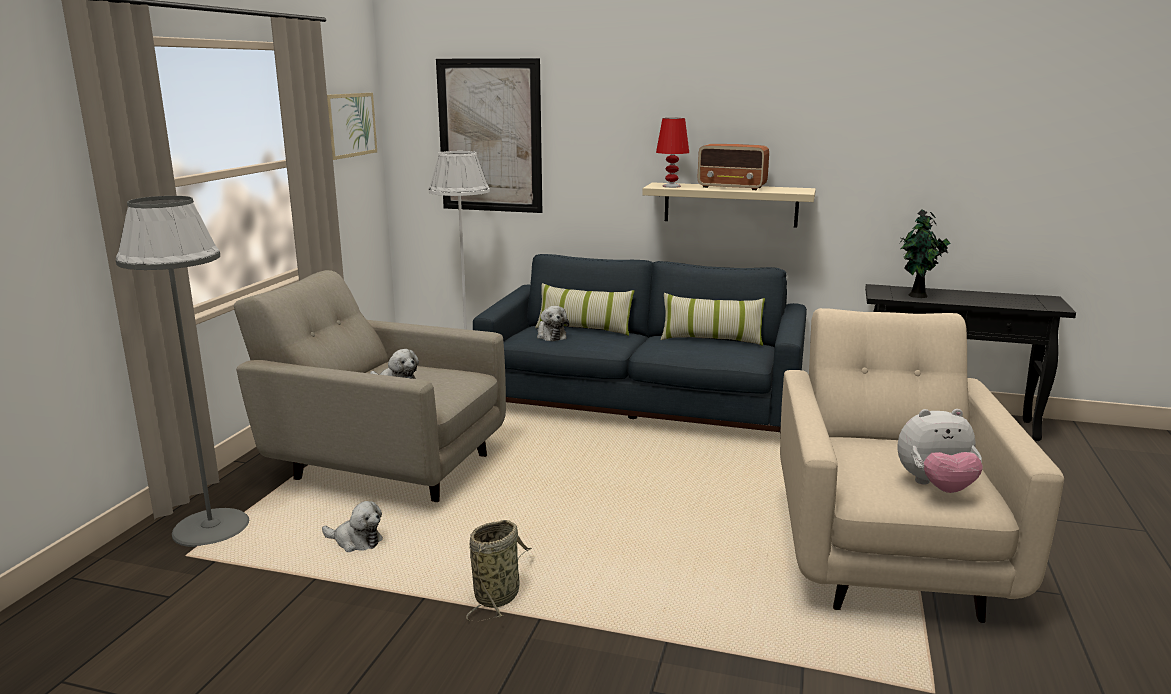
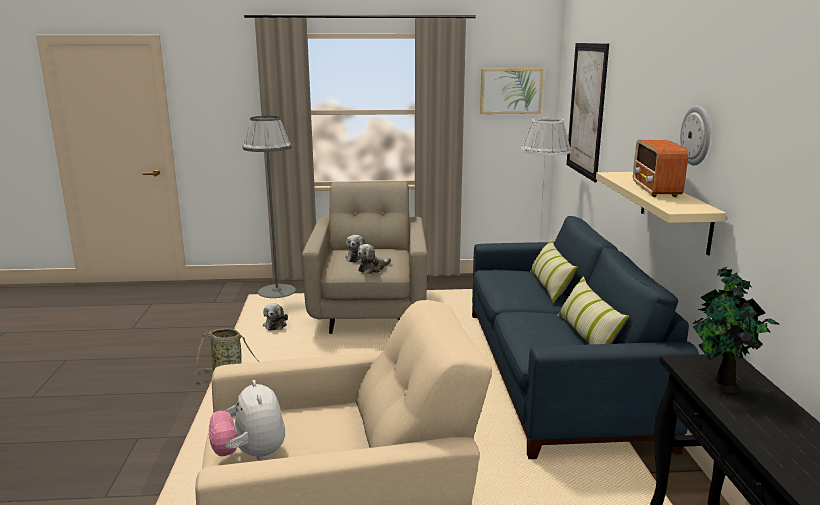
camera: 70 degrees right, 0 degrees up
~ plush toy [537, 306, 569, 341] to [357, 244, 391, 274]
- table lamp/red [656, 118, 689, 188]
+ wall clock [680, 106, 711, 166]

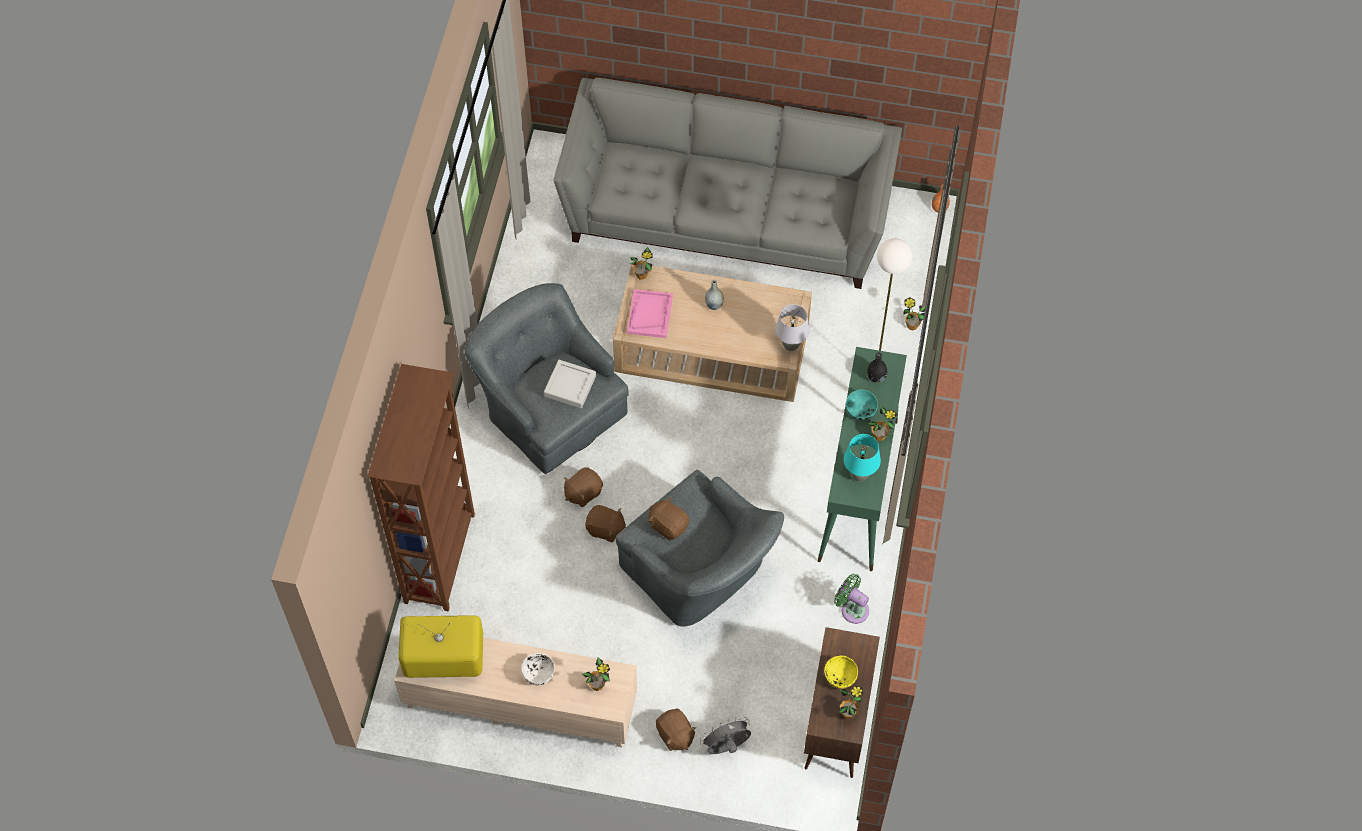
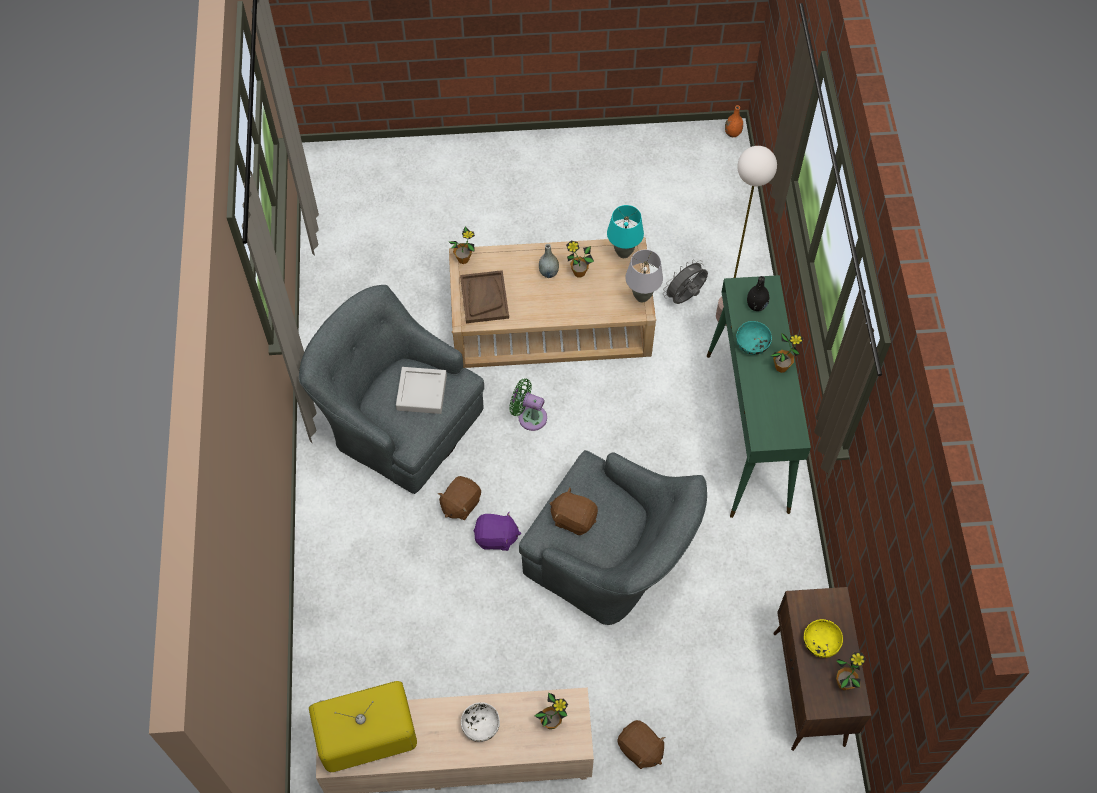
camera: 15 degrees left, 0 degrees up
- bookcase/brown [367, 364, 475, 612]
- sofa/grey [554, 78, 902, 289]
~ plush toy/brown [585, 505, 626, 542] to plush toy/purple [474, 511, 521, 551]
~ tray/pink [627, 289, 673, 338] to tray/brown [460, 270, 509, 323]
~ fan/grey [700, 717, 751, 754] to [663, 259, 708, 304]
~ fan/green [834, 574, 869, 624] to [509, 379, 547, 431]
~ table lamp/turquoise [844, 434, 881, 482] to [607, 205, 644, 258]
~ potted plant [903, 297, 926, 330] to [566, 240, 594, 278]

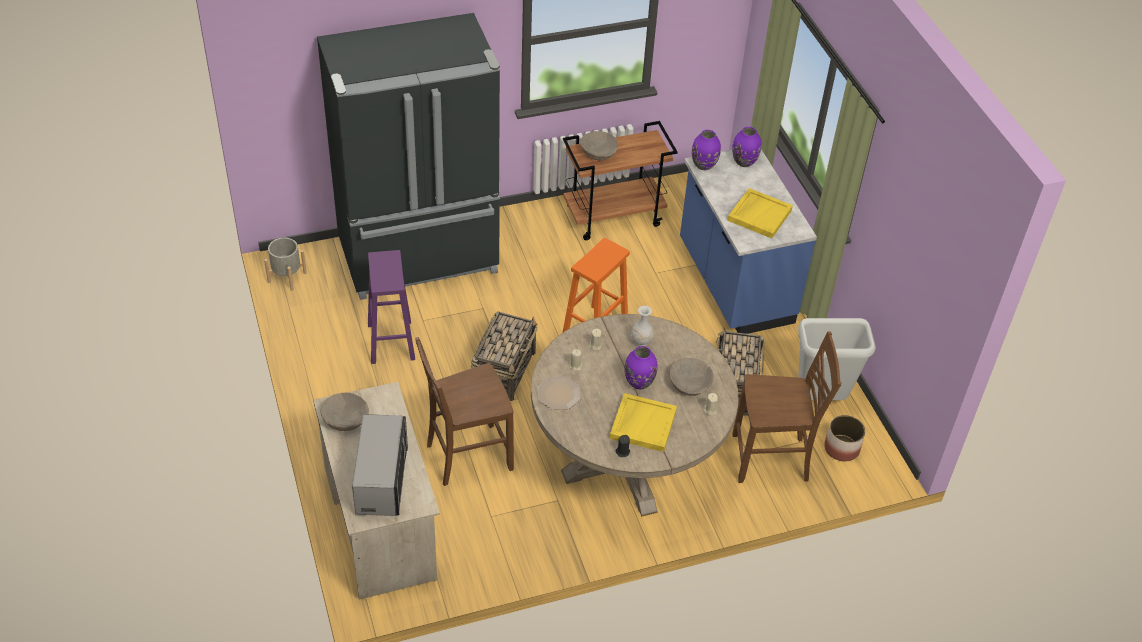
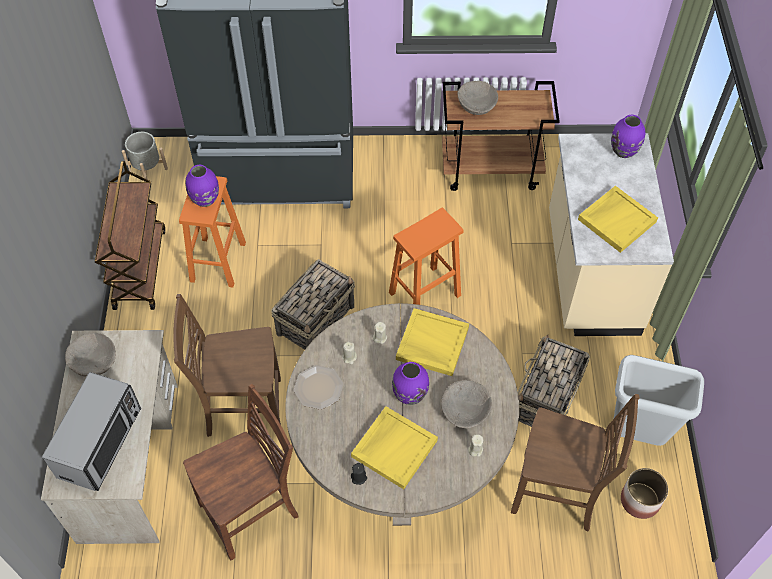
camera: 20 degrees right, 10 degrees up
~ stool/purple [368, 250, 415, 364] to stool/orange [179, 176, 246, 288]
~ vase/white [631, 306, 654, 346] to tray/yellow [396, 308, 469, 376]
~ counter/blue [680, 149, 817, 334] to counter/beige [549, 133, 674, 336]
~ vase/purple [692, 130, 721, 170] to [185, 165, 219, 207]
+ cart/brown [95, 161, 165, 310]
+ chair/brown [183, 384, 299, 560]

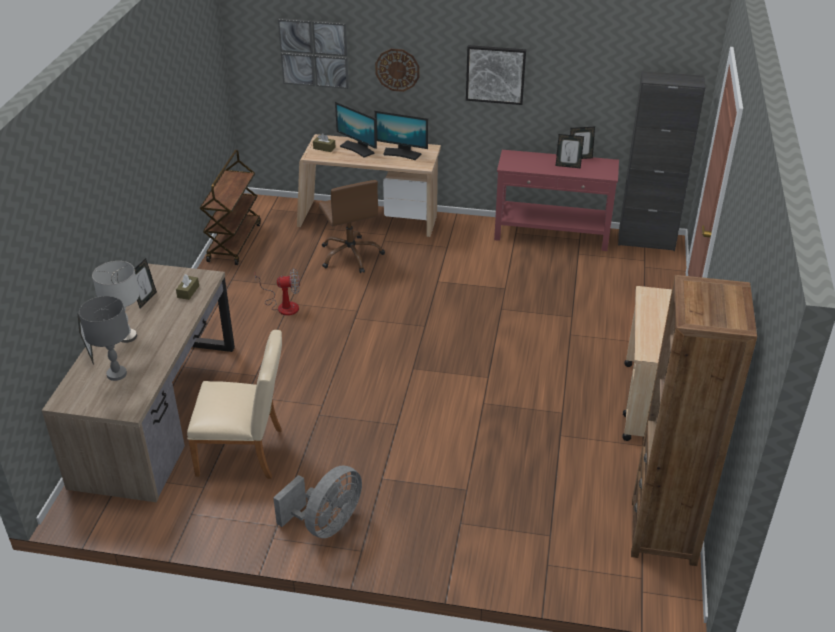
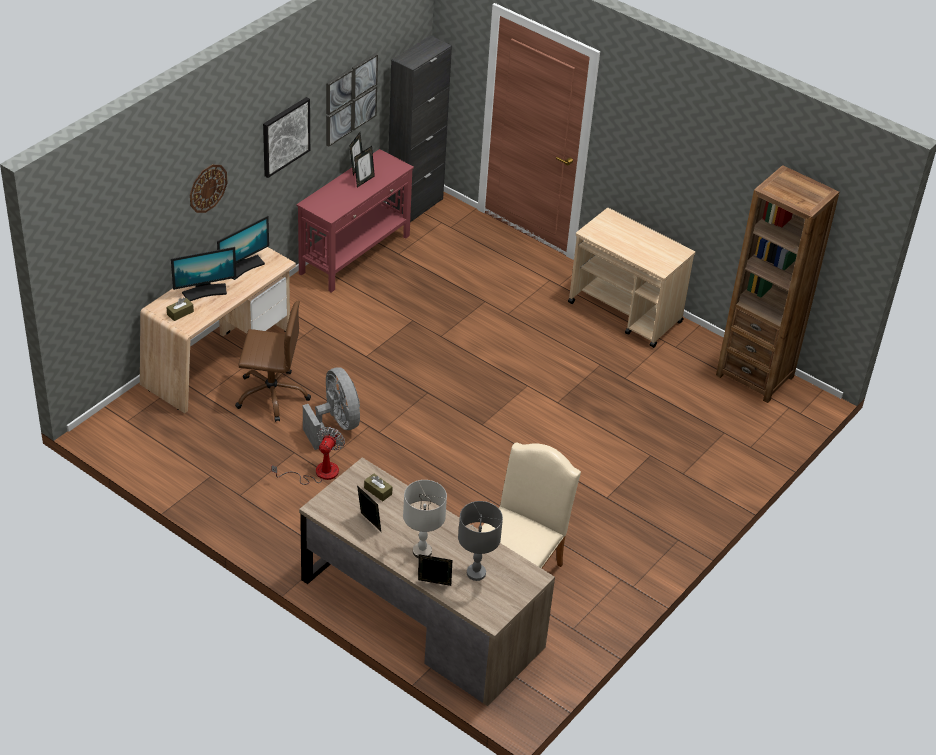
camera: 65 degrees left, 5 degrees up
- cart/brown [200, 150, 261, 265]
~ fan/grey [273, 465, 362, 538] to [303, 367, 360, 450]
~ picture [278, 18, 349, 89] to [326, 53, 378, 147]

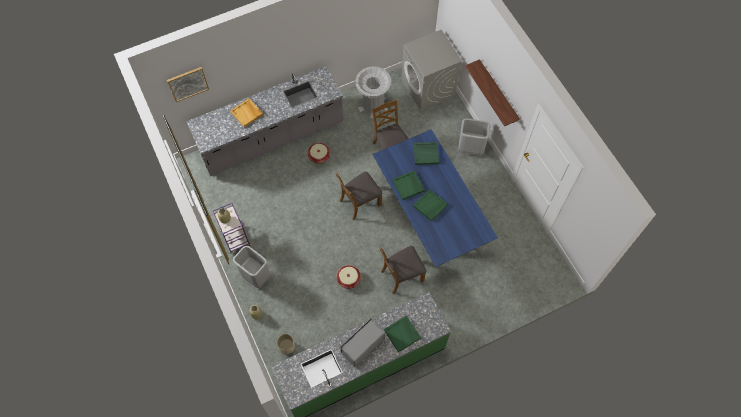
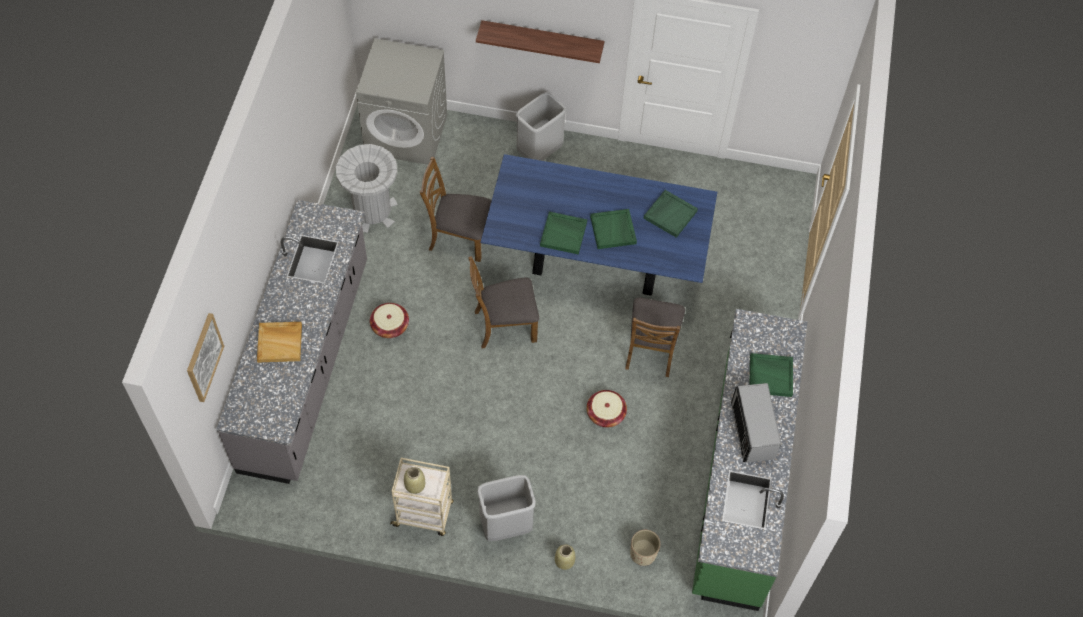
camera: 55 degrees left, 5 degrees down
~ cart/purple [213, 203, 251, 254] to cart/beige [390, 458, 454, 536]
~ chair/brown [335, 172, 383, 220] = [468, 256, 539, 349] 75 degrees clockwise
~ tray/green [414, 142, 439, 165] to [644, 190, 698, 238]

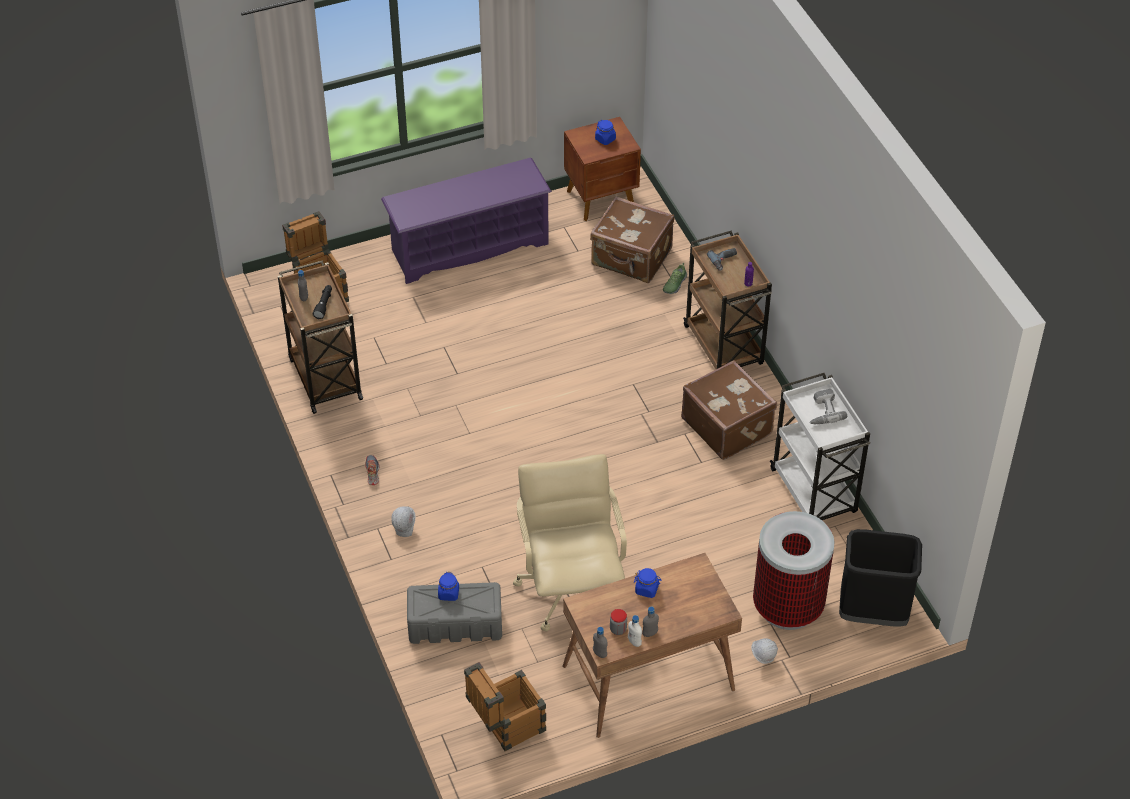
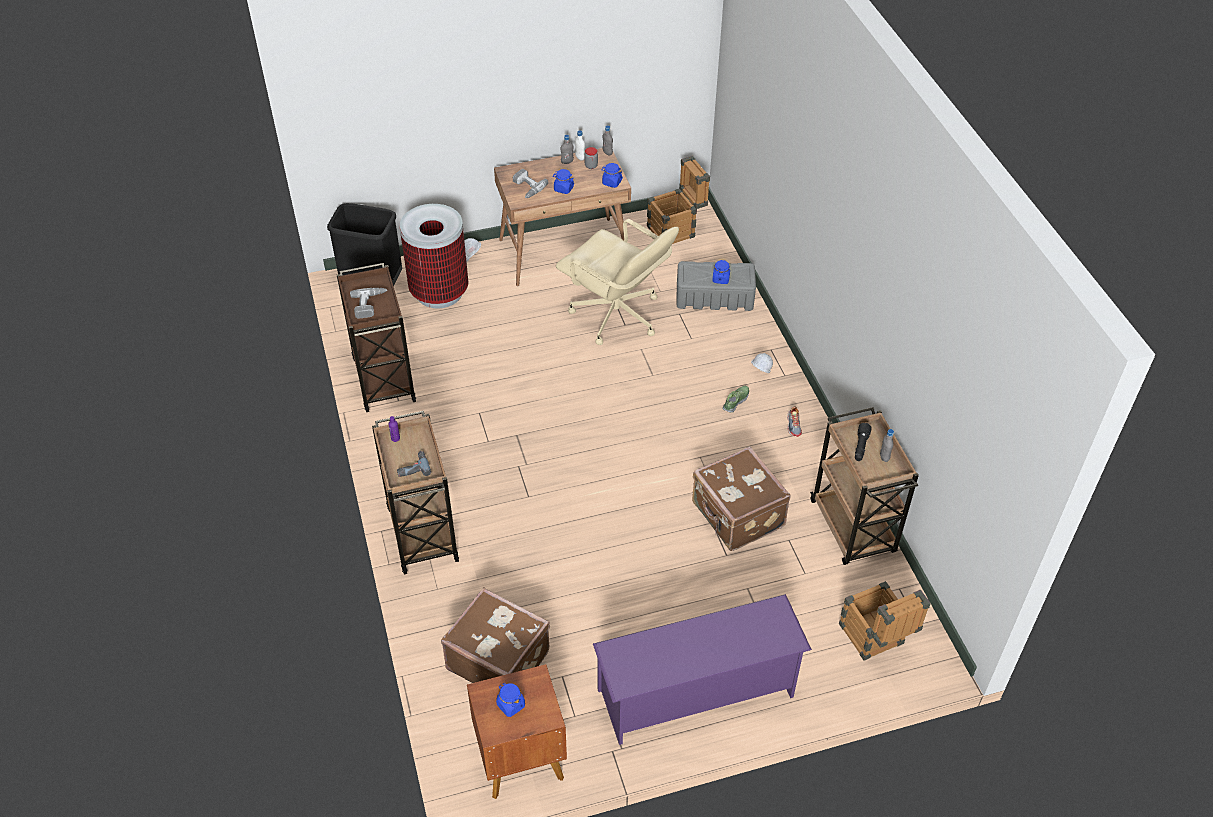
camera: 175 degrees left, 0 degrees up
~ office chair/beige [513, 454, 627, 631] = [556, 219, 679, 345] 45 degrees counterclockwise
~ shoe [663, 263, 687, 294] to [723, 386, 749, 413]
~ suitcase/brown [681, 360, 777, 460] to [692, 446, 790, 551]
~ cart/white [770, 373, 870, 520] to cart/brown [337, 263, 416, 412]
+ power drill [513, 169, 548, 198]
+ jar/blue [601, 163, 623, 188]

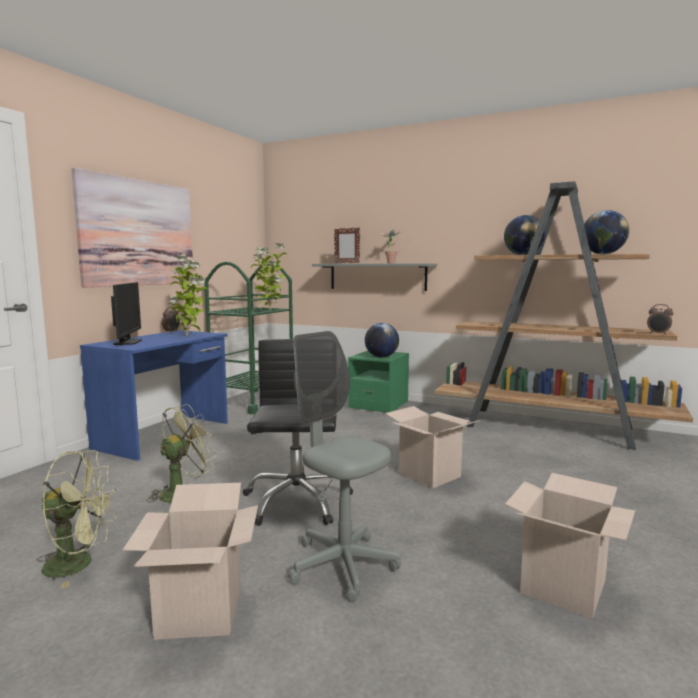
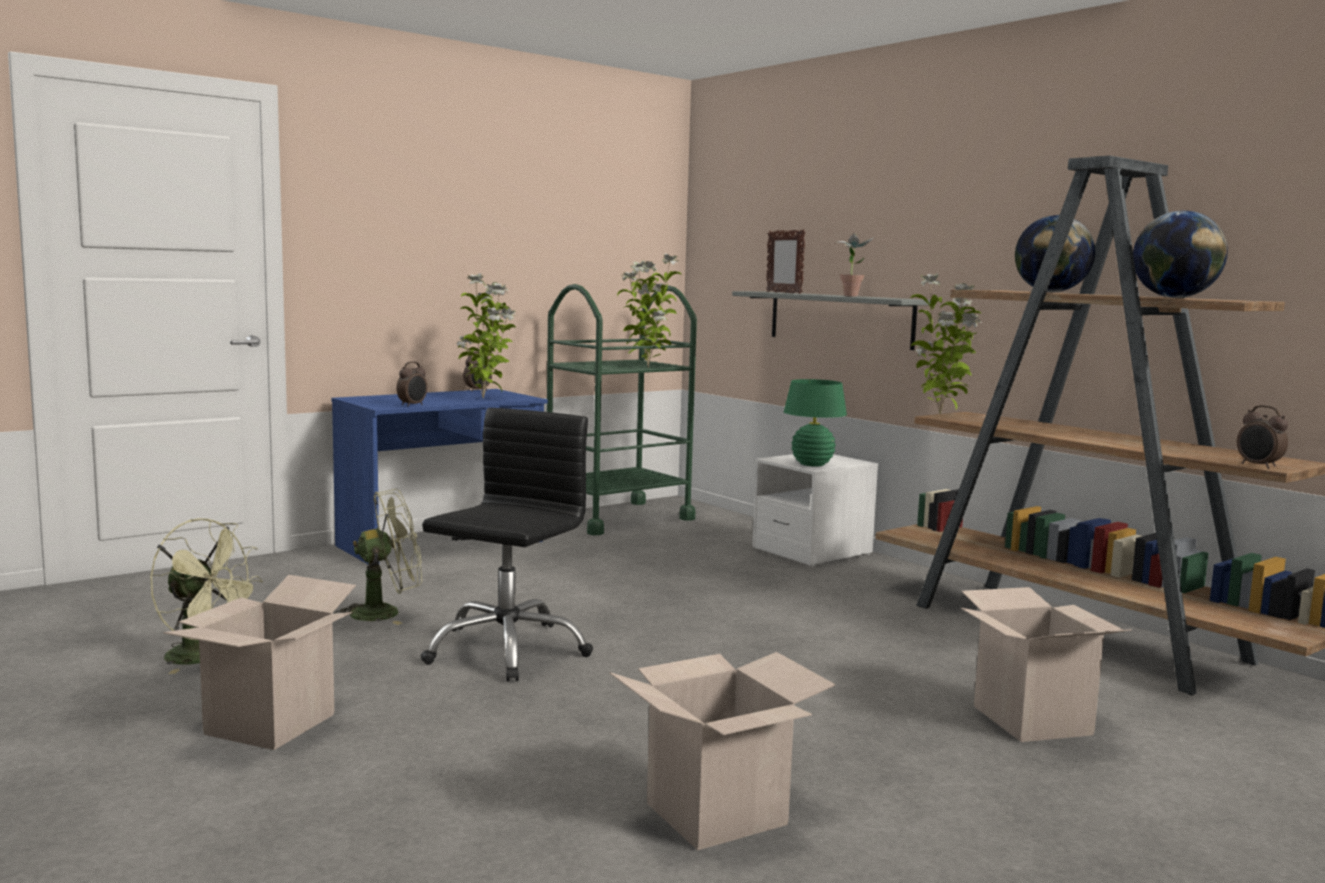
camera: 25 degrees right, 0 degrees up
- picture [71, 168, 193, 287]
- monitor [111, 282, 142, 345]
- office chair/grey [288, 331, 401, 602]
~ nightstand/green [348, 351, 409, 413] to nightstand/white [752, 454, 878, 567]
~ globe [365, 323, 399, 358] to table lamp/green [784, 379, 847, 466]
~ cardboard box [385, 406, 480, 488] to [961, 587, 1132, 742]
+ alarm clock [396, 361, 427, 406]
+ potted plant [910, 273, 982, 415]

